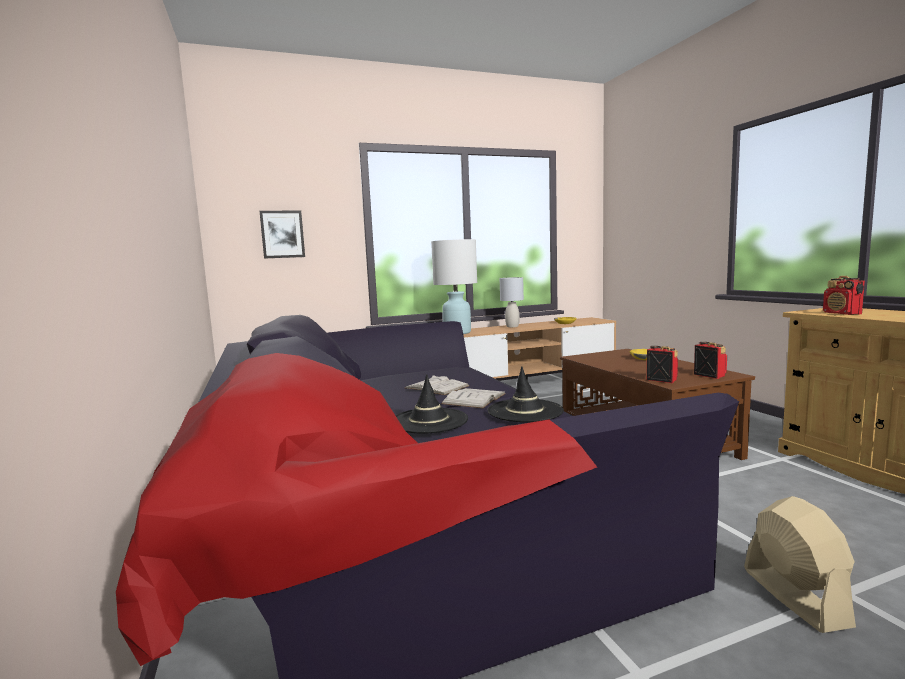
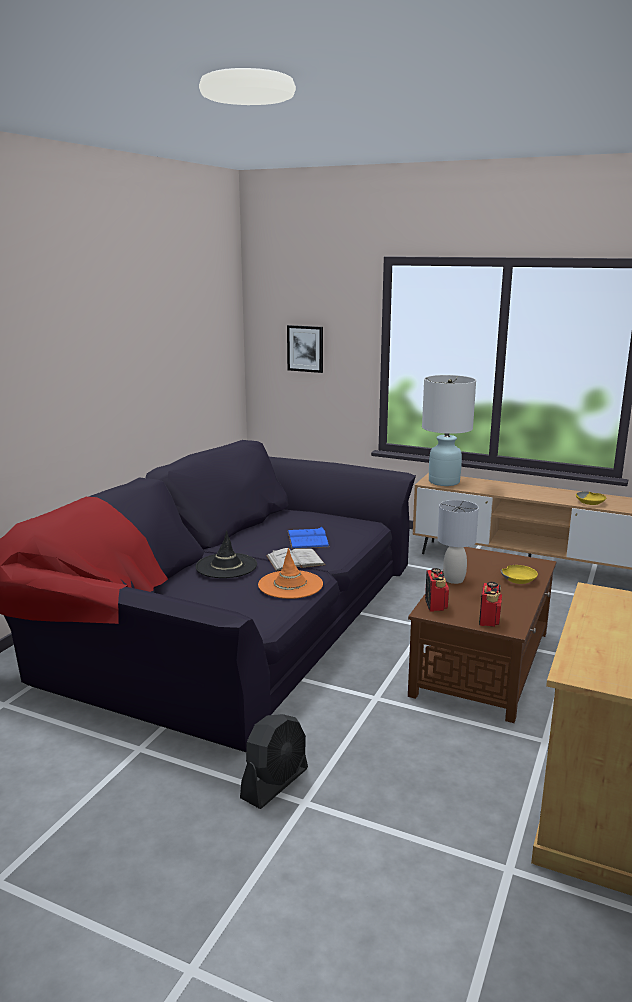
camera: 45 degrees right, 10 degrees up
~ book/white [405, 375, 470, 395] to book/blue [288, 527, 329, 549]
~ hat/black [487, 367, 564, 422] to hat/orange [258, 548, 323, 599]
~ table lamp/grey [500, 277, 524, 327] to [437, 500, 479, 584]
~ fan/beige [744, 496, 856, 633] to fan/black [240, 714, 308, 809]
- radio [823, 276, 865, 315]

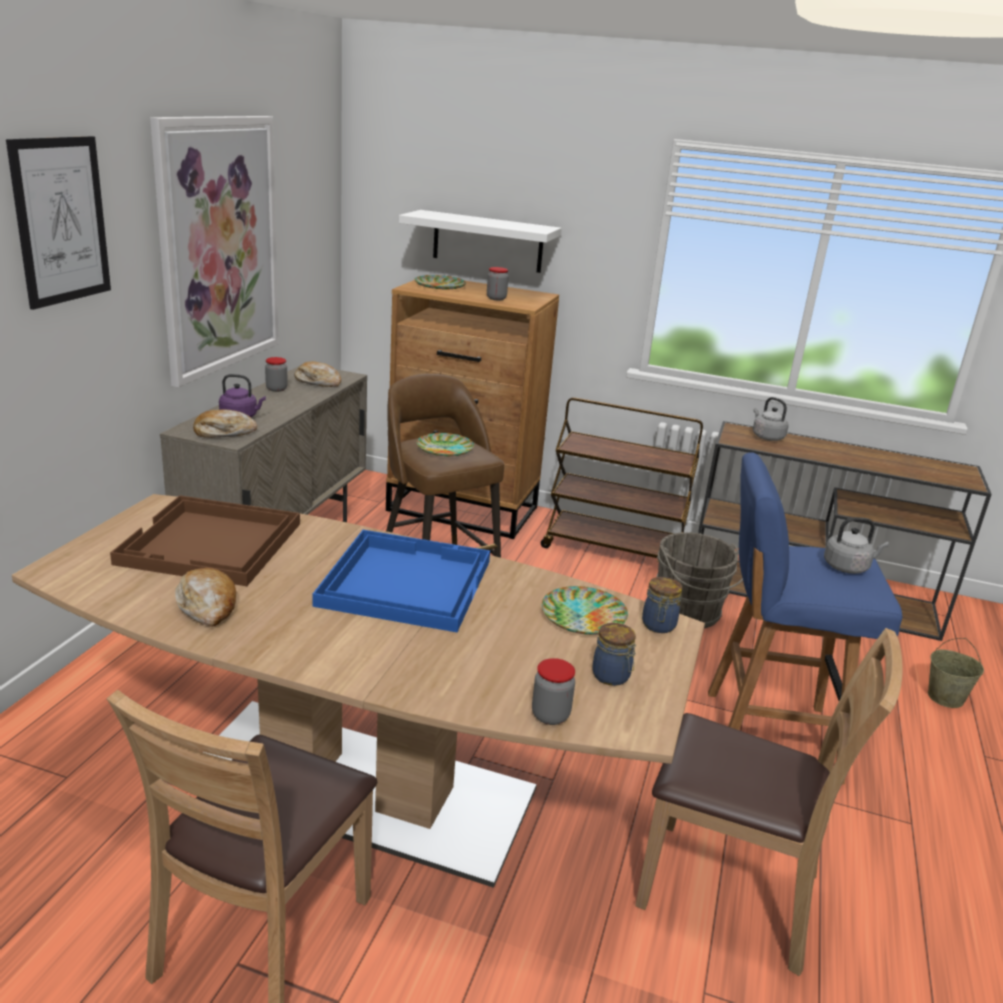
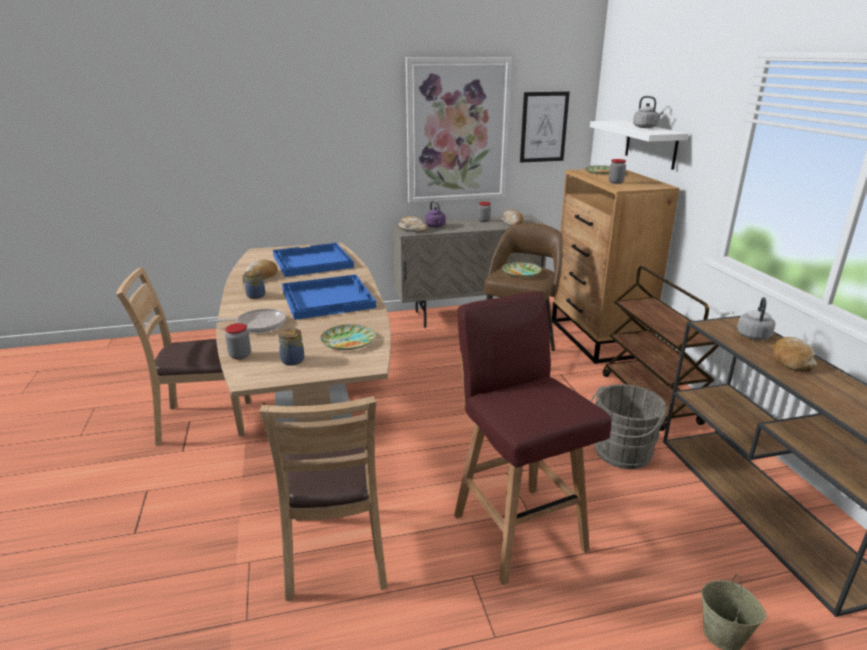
camera: 60 degrees right, 0 degrees up
~ picture [6, 136, 111, 310] to [520, 92, 570, 163]
~ tray/brown [110, 495, 300, 586] to tray/blue [273, 243, 354, 277]
~ jar [642, 577, 683, 633] to [242, 270, 265, 299]
~ stool/blue [708, 452, 902, 785] to stool/red [454, 292, 612, 585]
~ kettle/grey [824, 517, 889, 574] to [633, 96, 663, 128]
+ frying pan [208, 309, 286, 333]
+ bread [773, 337, 817, 372]

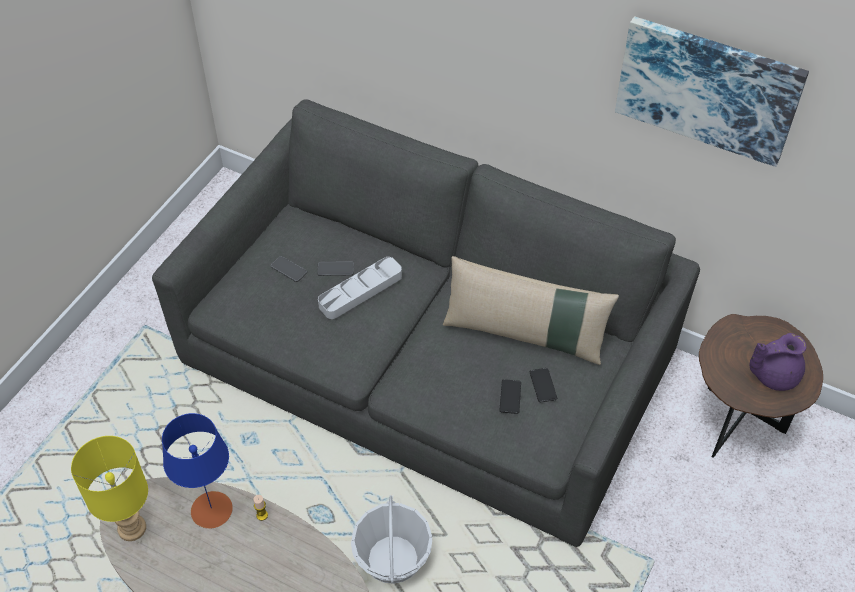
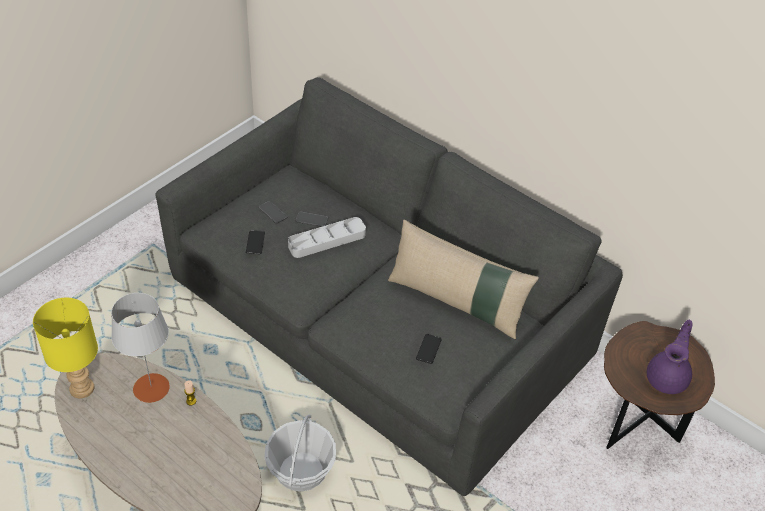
camera: 10 degrees right, 5 degrees down
~ table lamp/blue [162, 413, 233, 529] to table lamp/grey [111, 293, 170, 403]
~ phone [530, 368, 557, 402] to [246, 230, 265, 254]
- picture [615, 16, 809, 167]
~ teapot/purple [750, 333, 806, 391] = [647, 320, 693, 394] 120 degrees clockwise

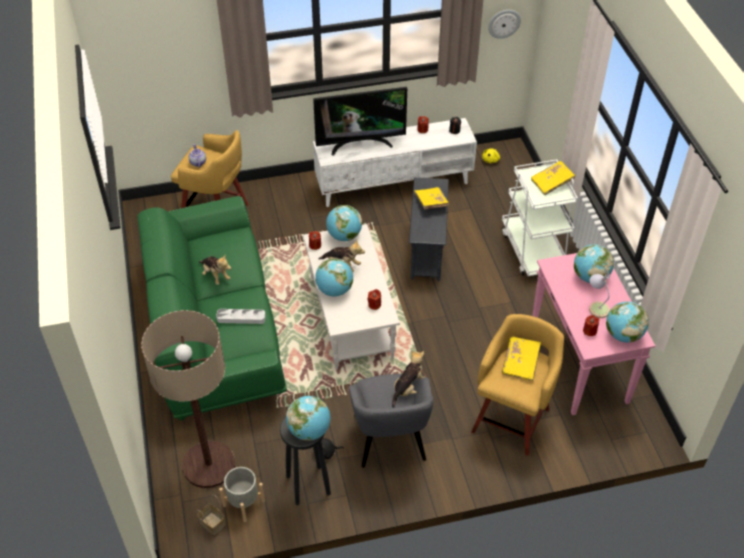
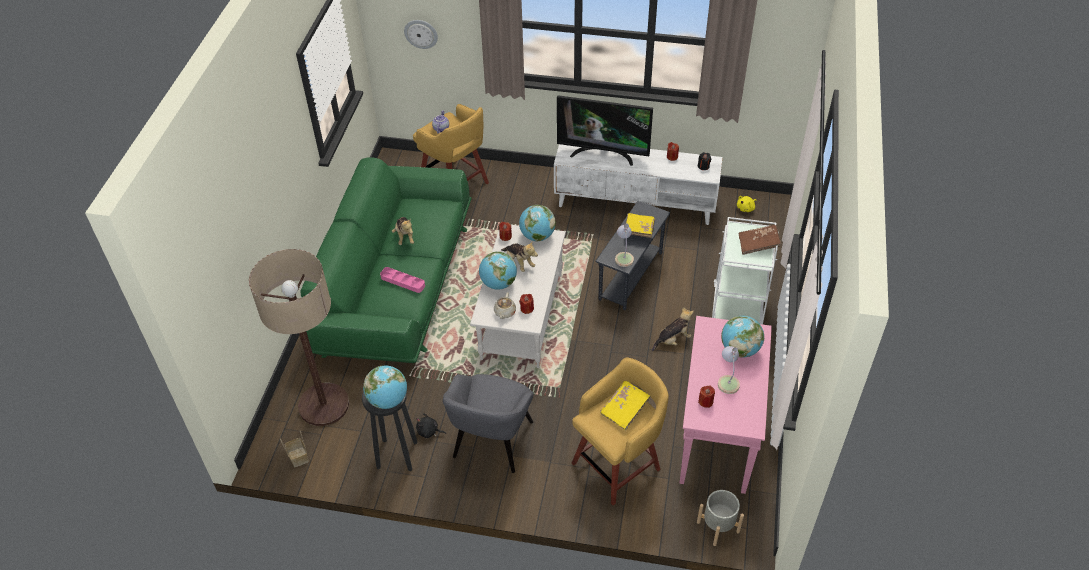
camera: 25 degrees right, 0 degrees up
~ tray/grey [216, 309, 266, 324] to tray/pink [380, 267, 425, 293]
~ planter/grey [219, 467, 265, 522] to [697, 490, 744, 546]
~ plush toy [392, 351, 425, 408] to [652, 307, 694, 351]
~ wall clock [488, 10, 521, 39] to [404, 20, 438, 49]
~ book/yellow [531, 161, 575, 195] to book/brown [739, 225, 781, 255]
- globe [606, 301, 649, 343]
+ teapot/beige [494, 292, 516, 319]
+ table lamp [615, 223, 634, 267]

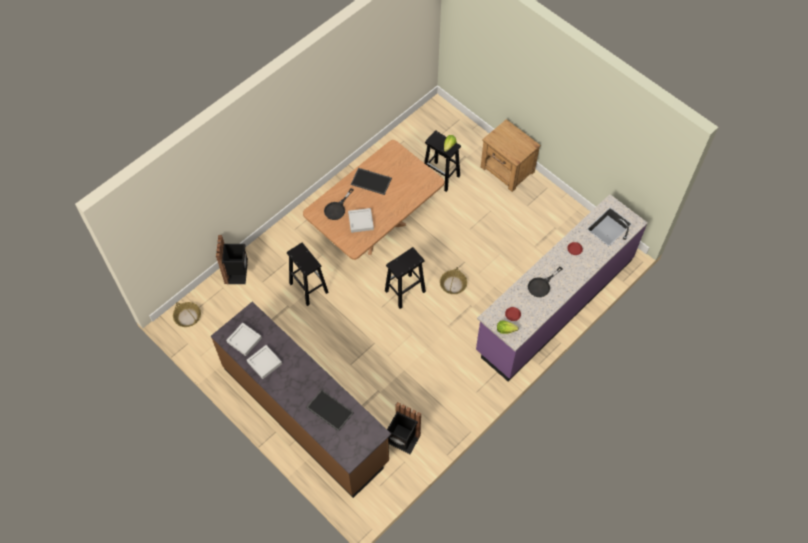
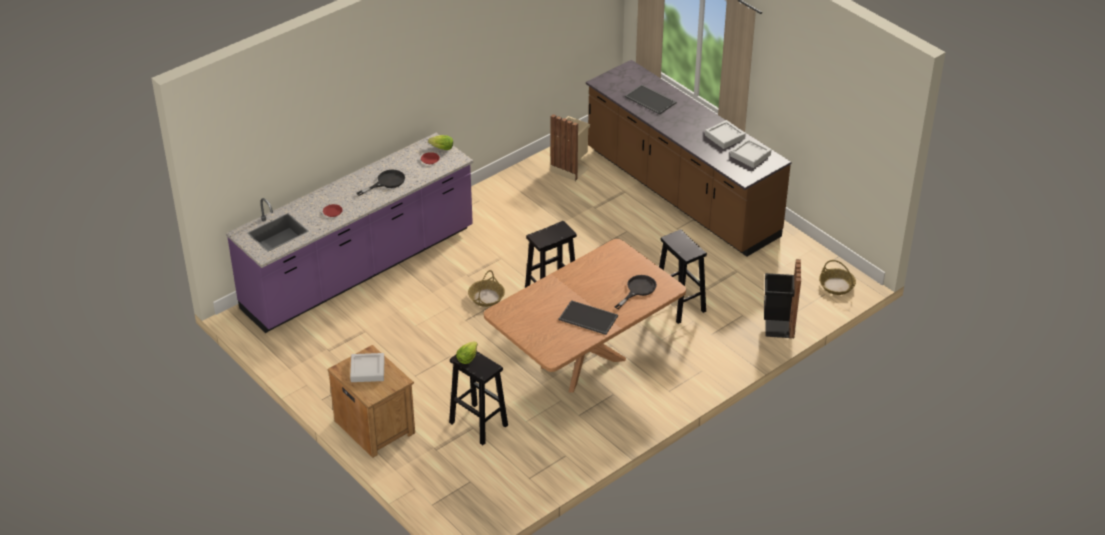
camera: 175 degrees left, 20 degrees down
~ tray/grey [348, 208, 374, 233] to [350, 353, 385, 382]
~ trash can/black [387, 402, 421, 454] to trash can/beige [550, 114, 590, 181]

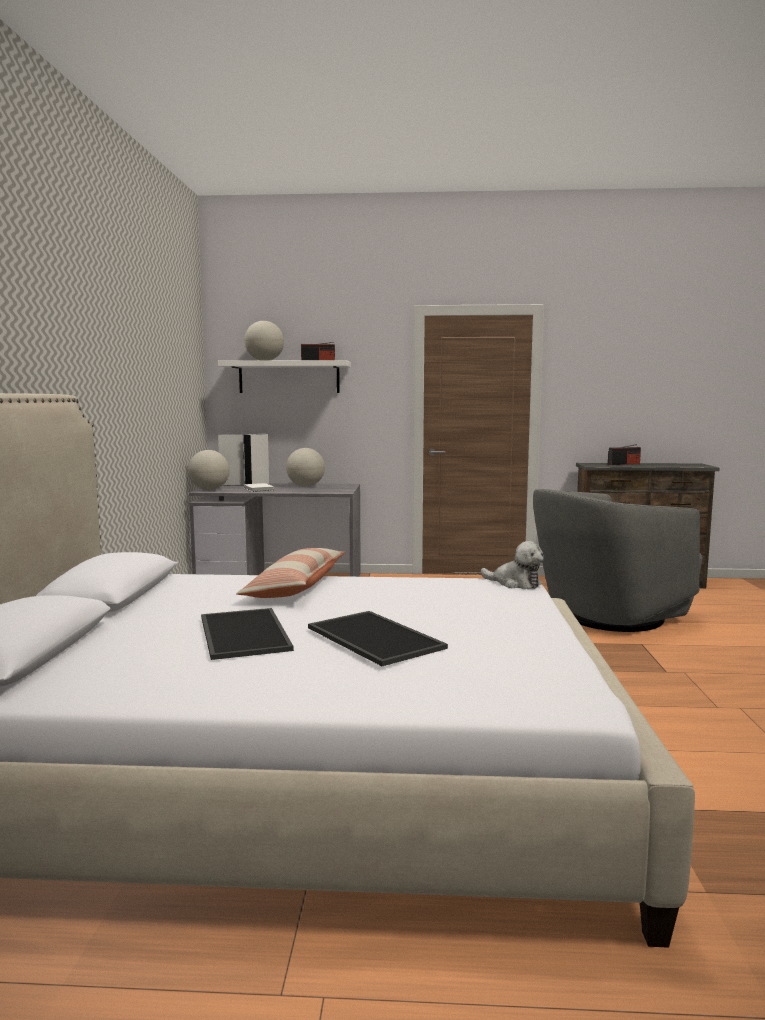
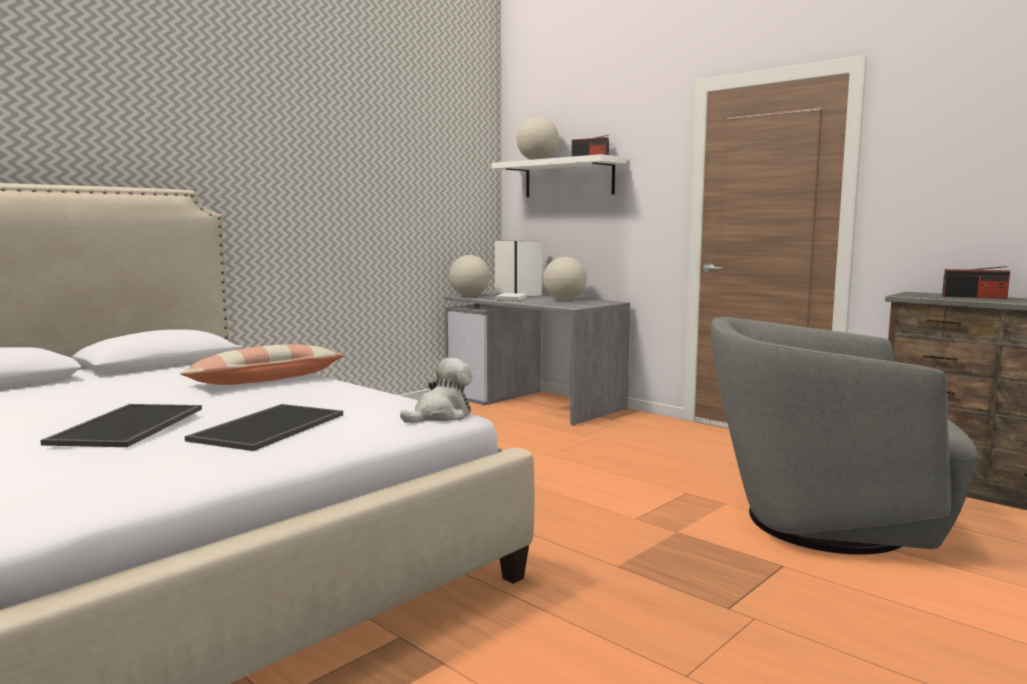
camera: 40 degrees right, 0 degrees up
~ tray [201, 608, 294, 660] to [185, 404, 343, 451]
~ plush toy [481, 541, 544, 589] = [400, 358, 472, 423] 120 degrees counterclockwise

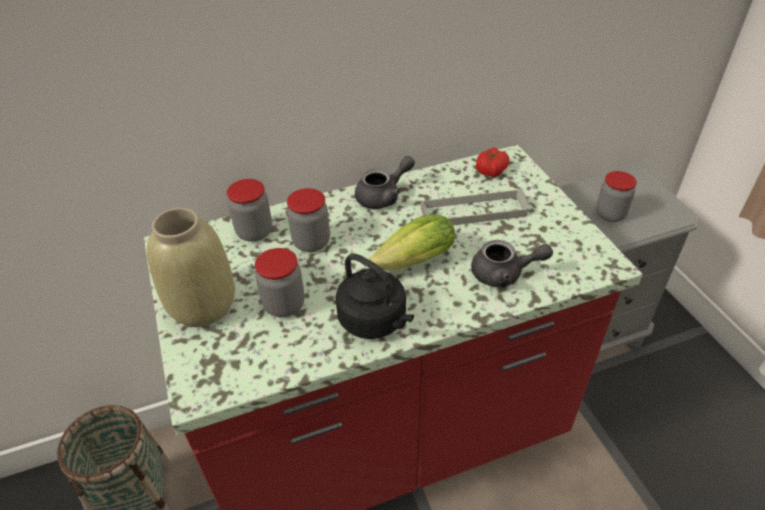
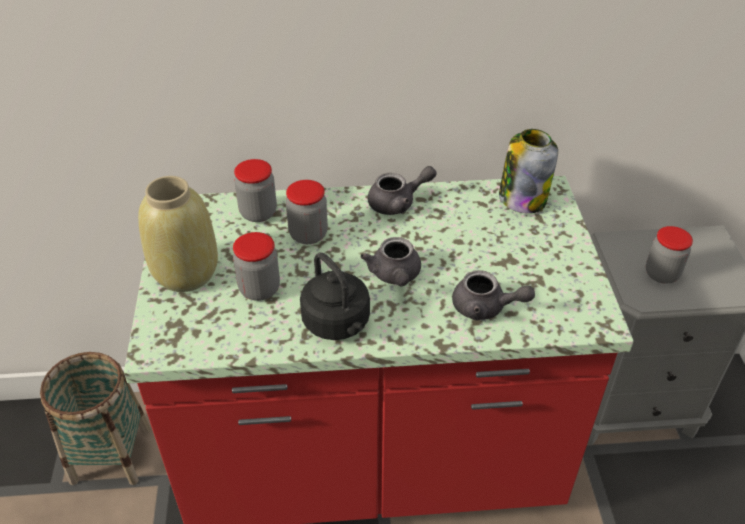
camera: 15 degrees right, 0 degrees up
~ lettuce [368, 215, 455, 270] to teapot/grey [360, 237, 421, 286]
- tray/grey [421, 189, 528, 225]
~ tomato [476, 148, 510, 177] to jar [499, 129, 558, 214]

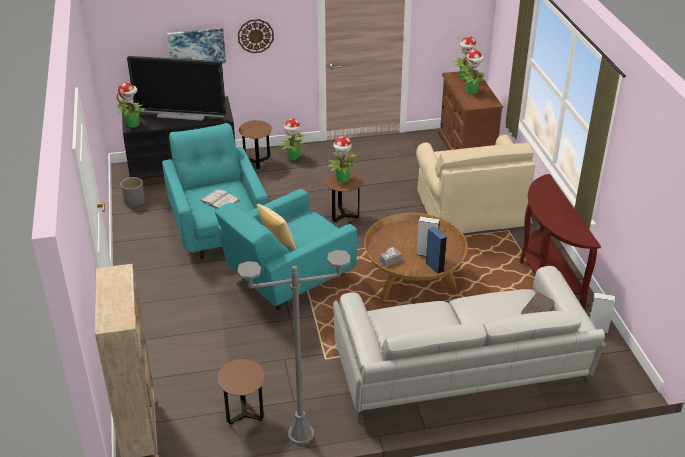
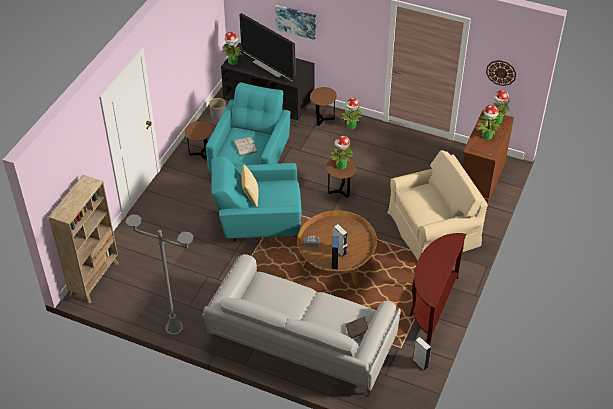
camera: 35 degrees right, 10 degrees up
~ side table/brown [218, 359, 265, 425] to [185, 121, 213, 161]
~ wall clock [238, 19, 274, 53] to [486, 60, 516, 86]
~ armchair/beige [416, 135, 535, 233] = [387, 150, 488, 260] 135 degrees counterclockwise

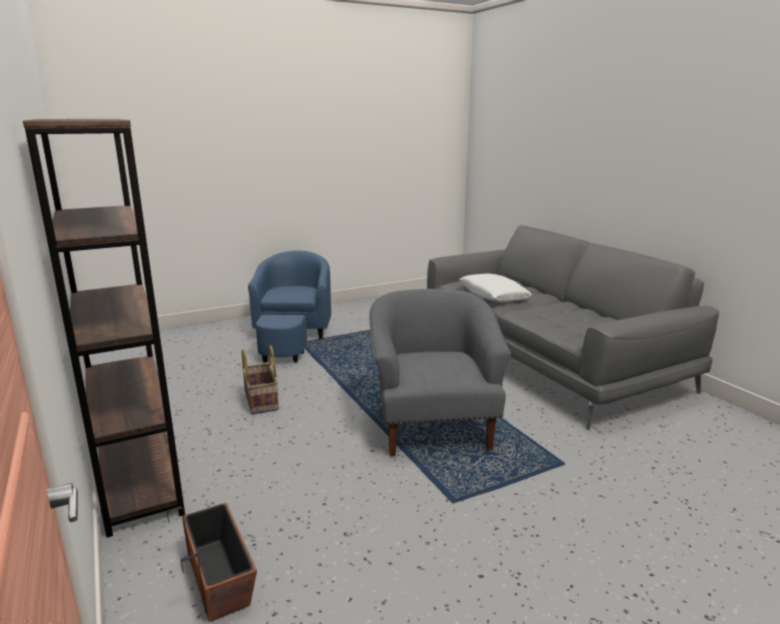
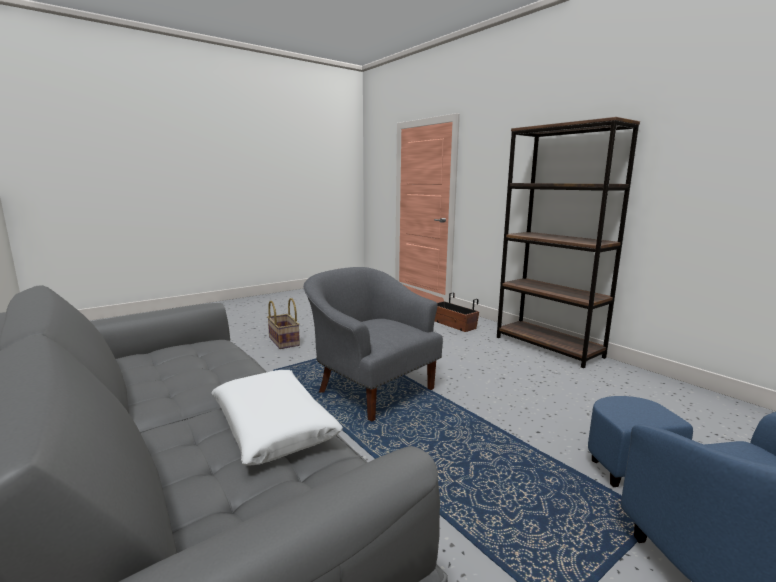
camera: 170 degrees right, 5 degrees down
~ basket [242, 345, 279, 414] to [267, 298, 300, 349]
~ armchair/grey [369, 289, 511, 456] = [303, 267, 443, 422] 150 degrees clockwise

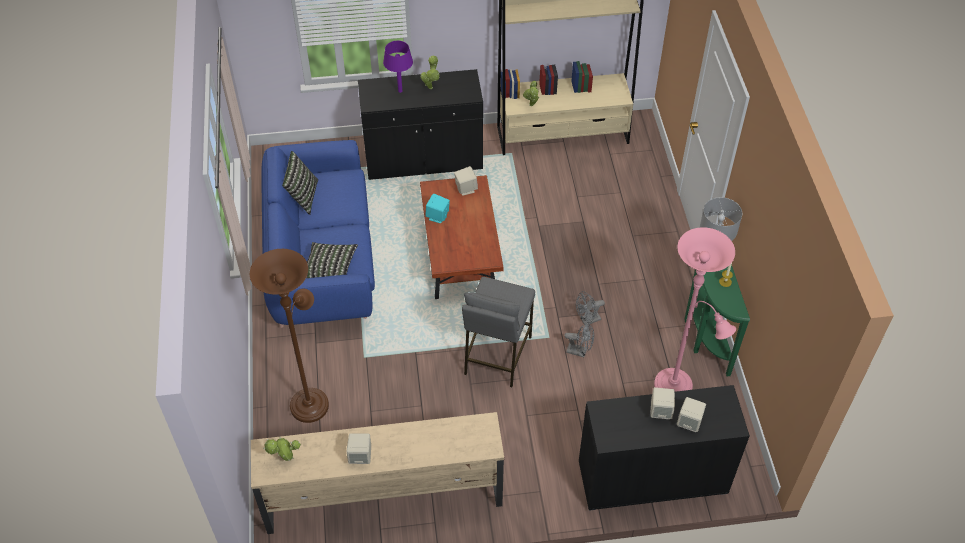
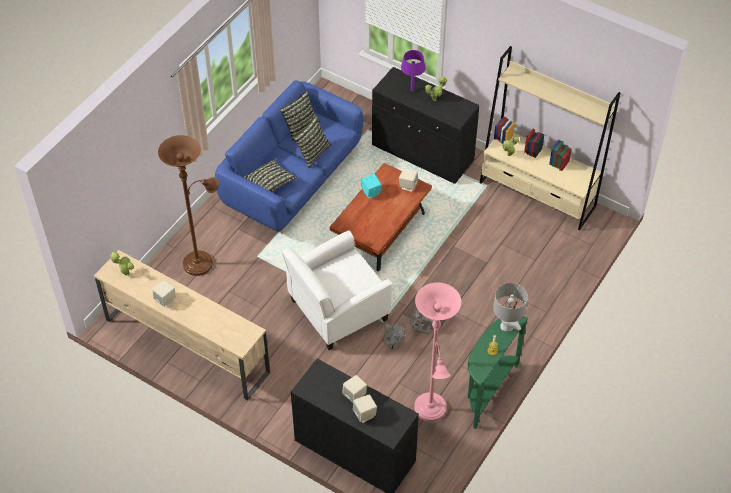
camera: 40 degrees right, 0 degrees up
~ stool/grey [462, 277, 535, 387] to armchair/white [282, 230, 392, 350]
+ pillow [293, 115, 331, 168]

